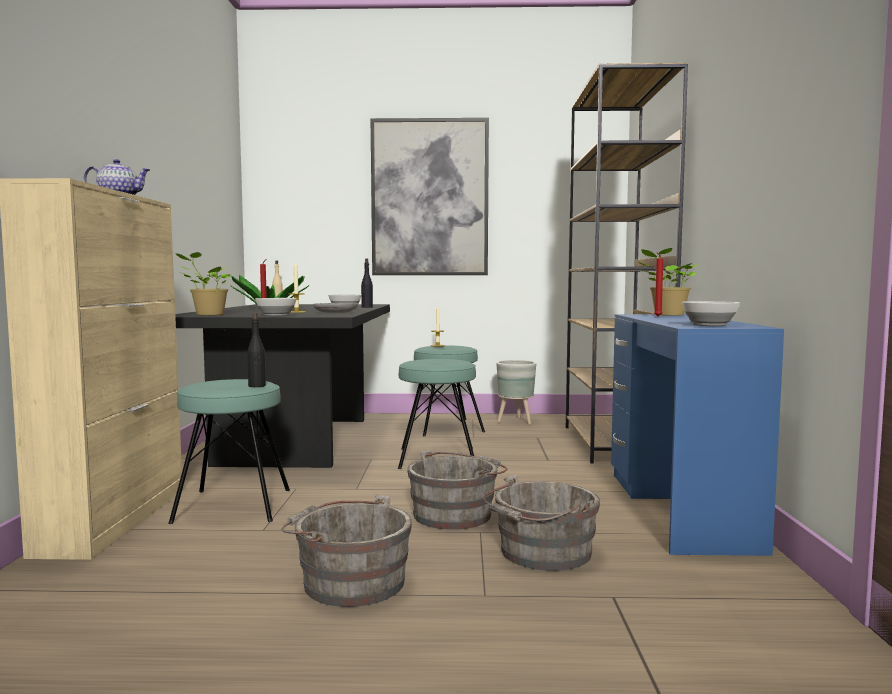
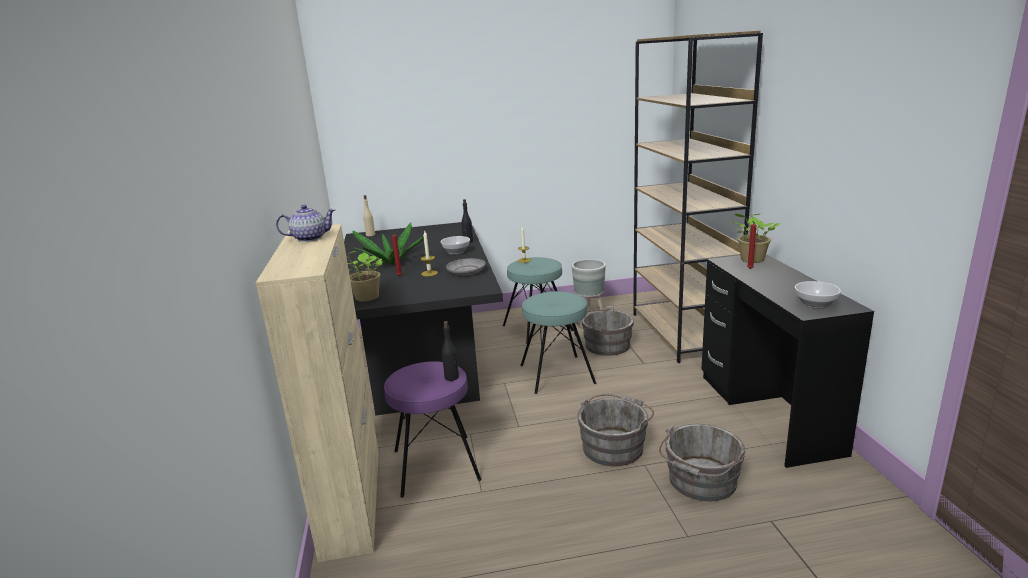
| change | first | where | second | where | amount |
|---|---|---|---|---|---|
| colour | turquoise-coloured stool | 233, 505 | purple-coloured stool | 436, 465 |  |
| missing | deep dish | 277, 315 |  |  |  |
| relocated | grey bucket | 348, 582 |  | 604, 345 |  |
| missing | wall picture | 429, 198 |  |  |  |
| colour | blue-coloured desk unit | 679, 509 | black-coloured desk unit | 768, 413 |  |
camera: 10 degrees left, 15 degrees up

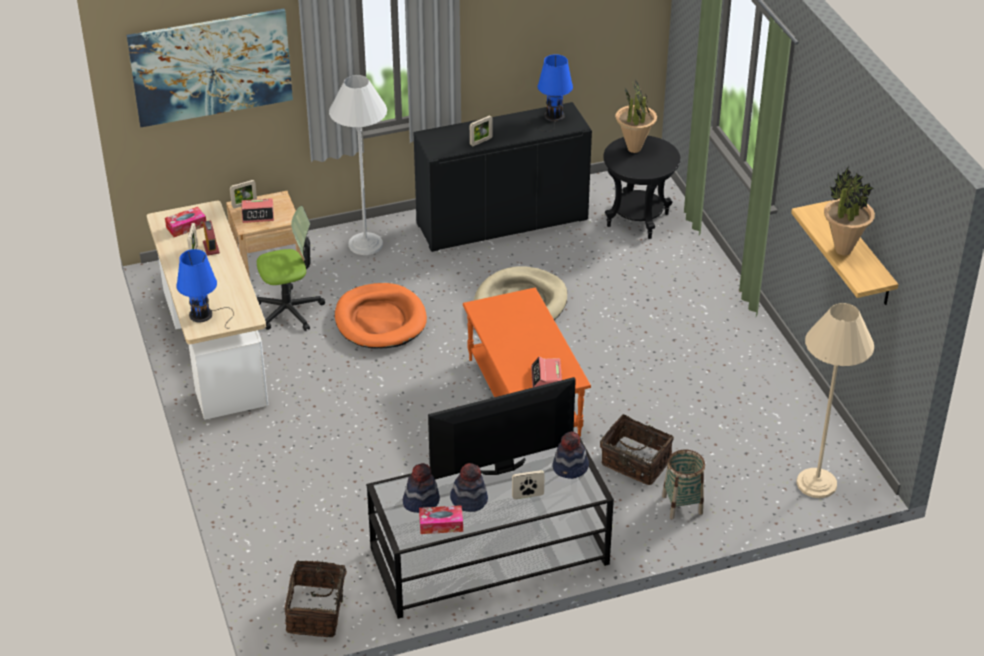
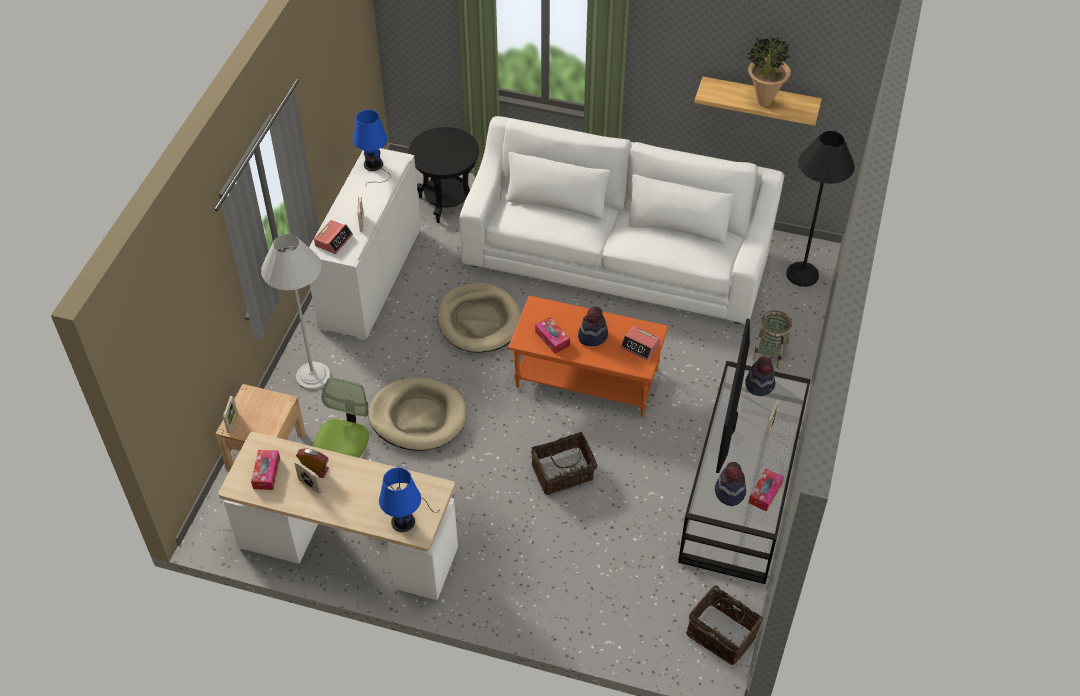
| change | first | where | second | where | amount |
|---|---|---|---|---|---|
| missing | wall picture | 211, 67 |  |  |  |
| relocated | bedside clock | 258, 214 |  | 333, 240 |  |
| colour | orange-coloured dog bed | 380, 320 | sand-coloured dog bed | 418, 417 |  |
| colour | black-coloured cupboard | 502, 222 | white-coloured cupboard | 371, 278 |  |
| relocated | hat | 469, 500 |  | 592, 336 |  |
| relocated | storage basket | 635, 463 |  | 563, 474 |  |
| missing | houseplant | 634, 149 |  |  |  |
| colour | sand-coloured floor lamp | 816, 483 | black-coloured floor lamp | 802, 274 |  |
| appeared |  |  | white-coloured settee | 617, 255 |  |
| appeared |  |  | box of tissues | 552, 339 |  |
camera: 55 degrees left, 10 degrees up

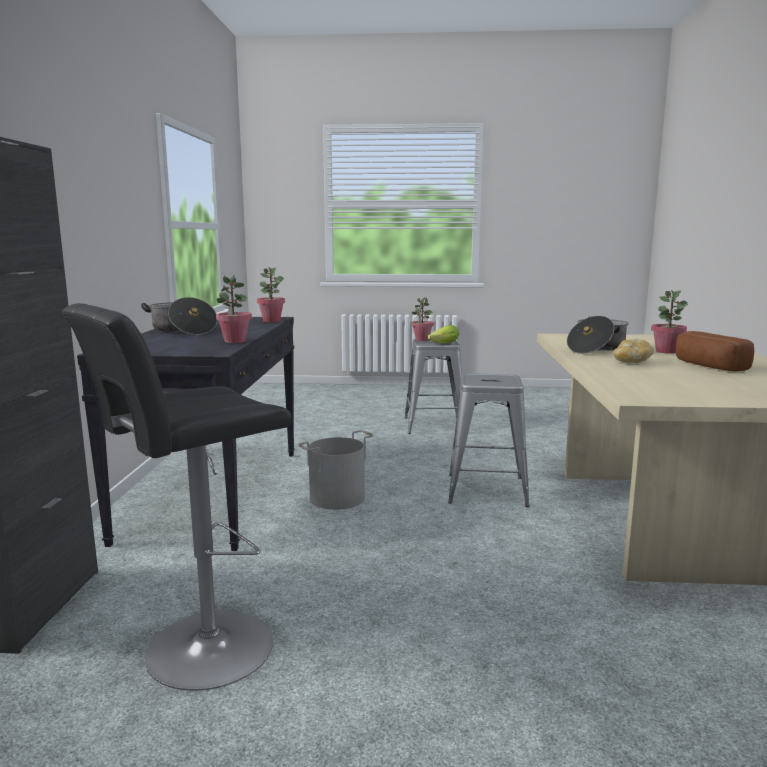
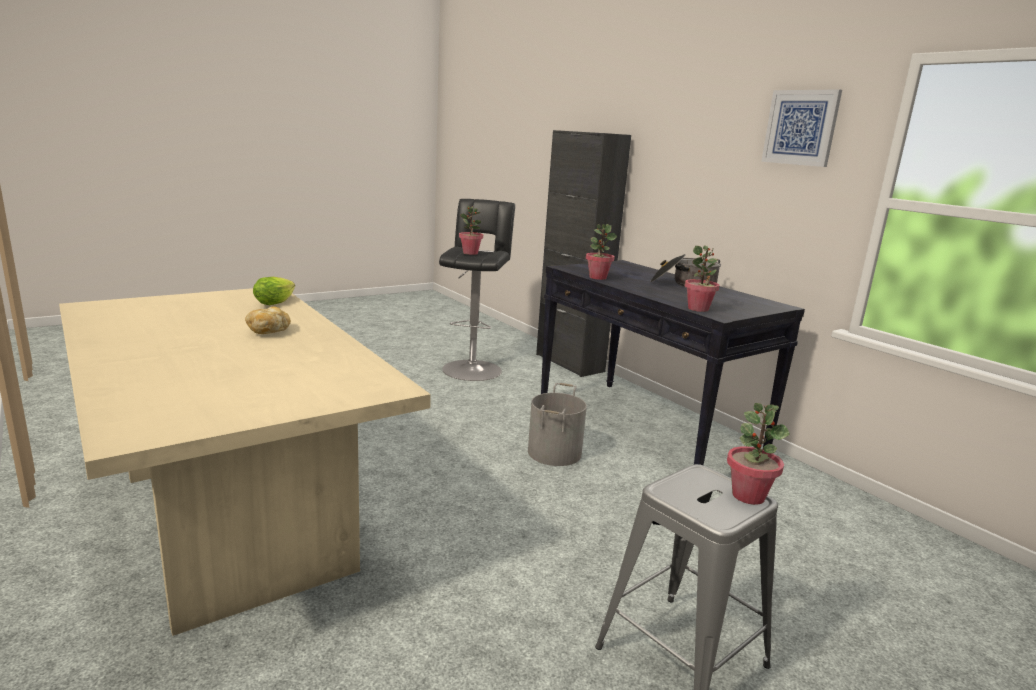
| change | first | where | second | where | amount |
|---|---|---|---|---|---|
| relocated | lettuce head | 442, 344 |  | 277, 301 |  |
| missing | grey stool | 486, 490 |  |  |  |
| missing | cooking pot | 596, 348 |  |  |  |
| relocated | houseplant | 666, 351 |  | 470, 253 |  |
| missing | bakery bread | 706, 366 |  |  |  |
| appeared |  |  | wall picture | 801, 127 |  |
camera: 140 degrees right, 5 degrees up

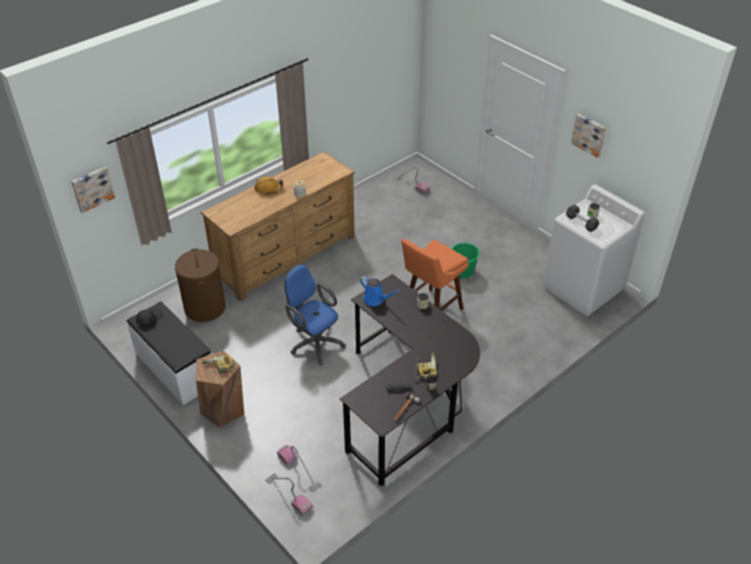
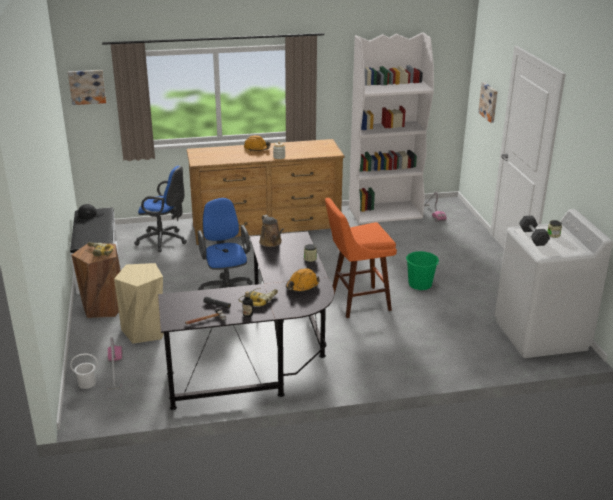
| change | first | where | second | where | amount |
|---|---|---|---|---|---|
| exchanged | brown-coloured hamper | 205, 308 | blue-coloured office chair | 164, 241 |  |
| exchanged | vacuum | 288, 494 | white-coloured bucket | 86, 383 |  |
| colour | blue-coloured watering can | 376, 299 | brown-coloured watering can | 271, 243 |  |
| relocated | wall picture | 589, 134 |  | 489, 102 |  |
| appeared |  |  | sand-coloured stool | 145, 330 |  |
| appeared |  |  | orange-coloured hard hat | 302, 286 |  |
| appeared |  |  | white-coloured bookcase | 385, 212 |  |
camera: 30 degrees right, 15 degrees down

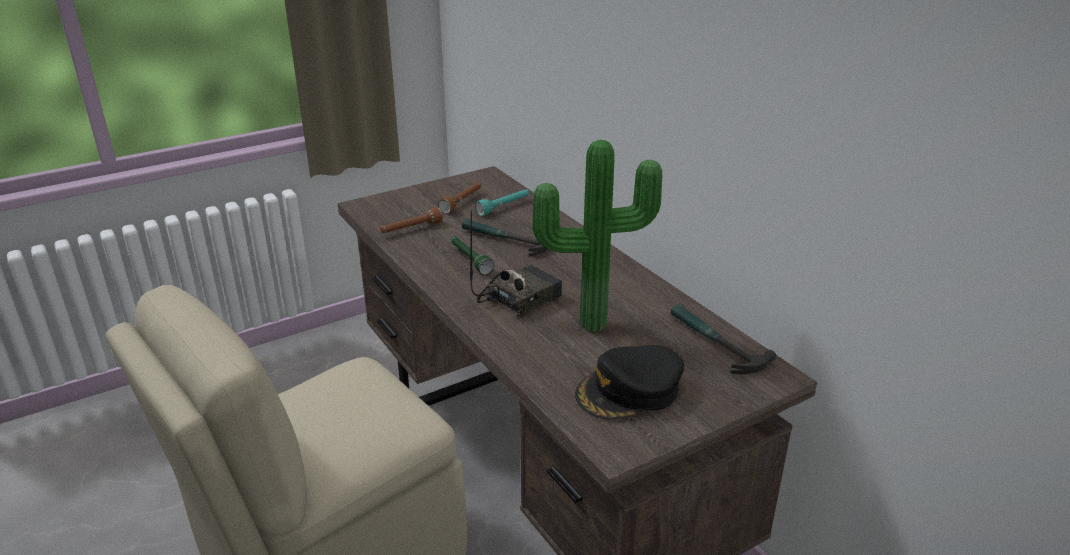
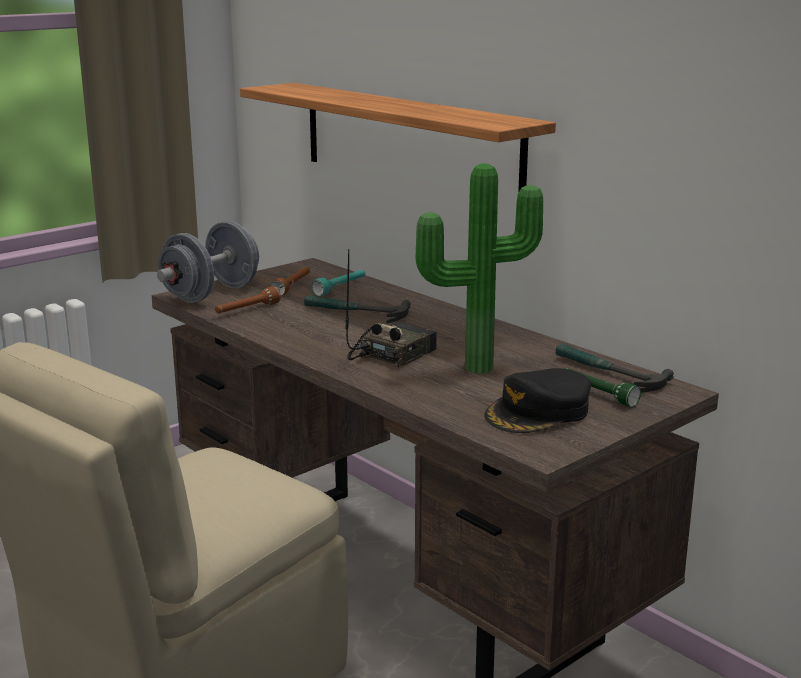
| change | first | where | second | where | amount |
|---|---|---|---|---|---|
| relocated | green hand torch | 469, 260 |  | 597, 394 |  |
| appeared |  |  | grey hand weight | 211, 293 |  |
| appeared |  |  | shelf | 408, 141 |  |
camera: 10 degrees left, 10 degrees down

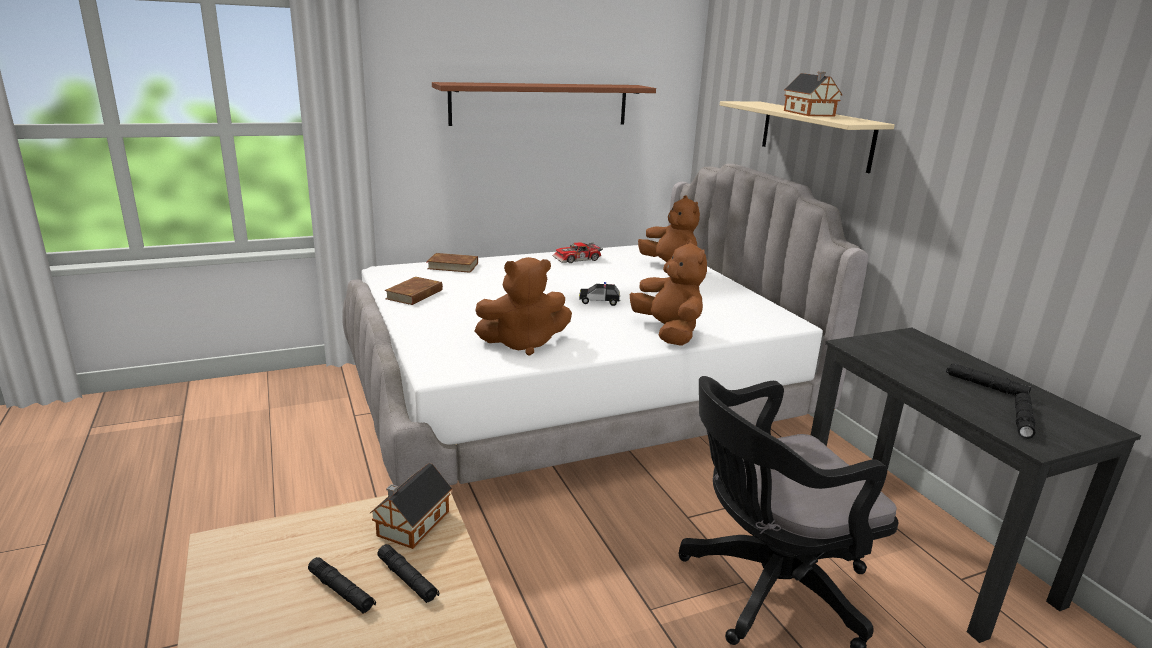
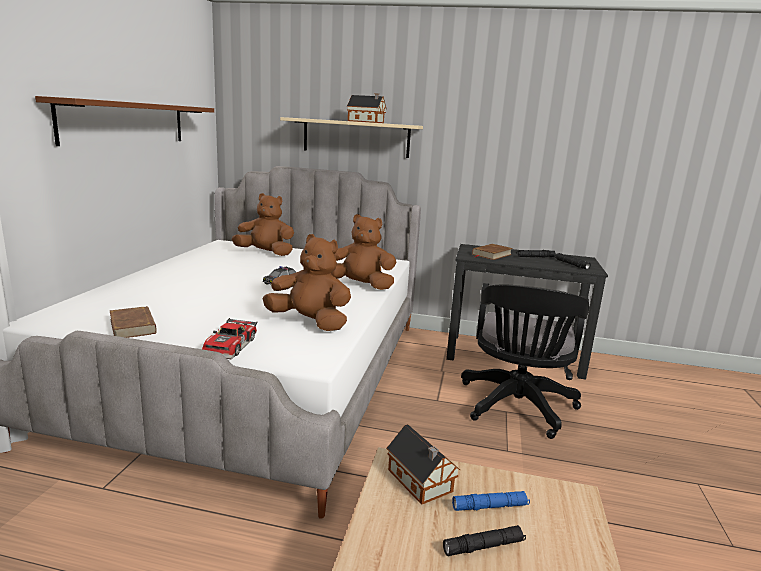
| change | first | where | second | where | amount |
|---|---|---|---|---|---|
| colour | black-coloured hand torch | 407, 579 | blue-coloured hand torch | 490, 506 |  |
| relocated | brown-coloured bound book | 452, 266 |  | 491, 254 |  |
| spun | brown-coloured plush toy | 523, 343 |  | 310, 322 | 90 degrees counterclockwise |
| relocated | miniature car | 578, 259 |  | 232, 346 |  |
camera: 55 degrees left, 5 degrees down

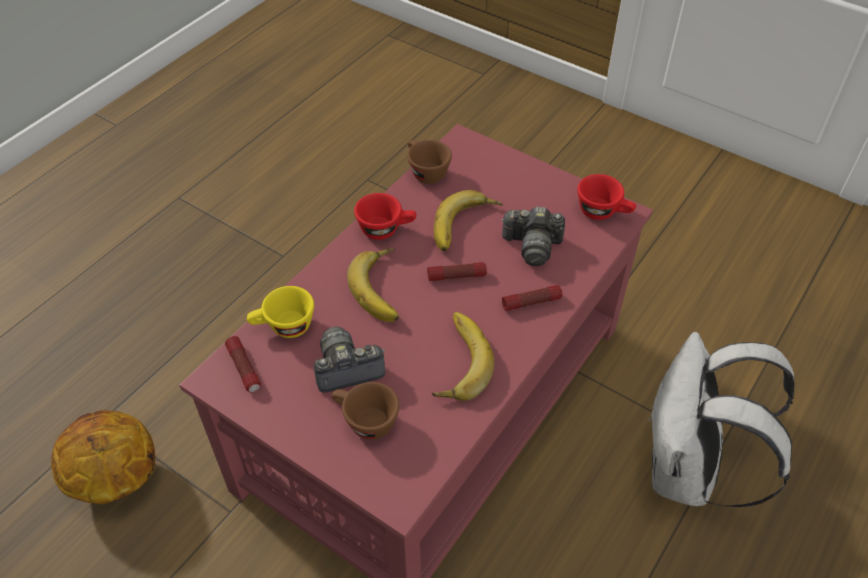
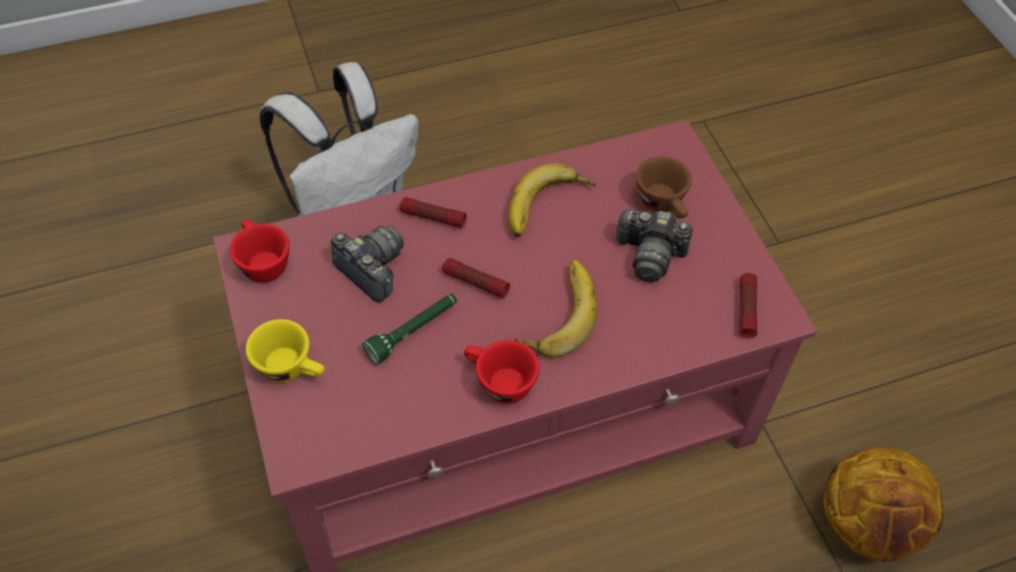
| change | first | where | second | where | amount |
|---|---|---|---|---|---|
| relocated | yellowish small cup | 284, 327 |  | 292, 368 |  |
| missing | brown-coloured small cup | 425, 171 |  |  |  |
| exchanged | banana | 465, 227 | green hand torch | 413, 332 |  |
camera: 145 degrees left, 5 degrees up

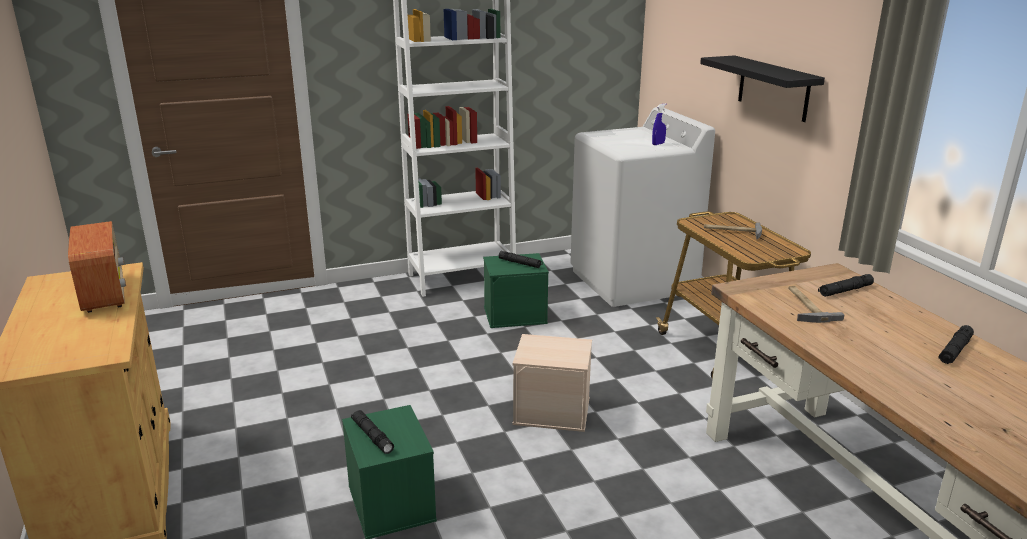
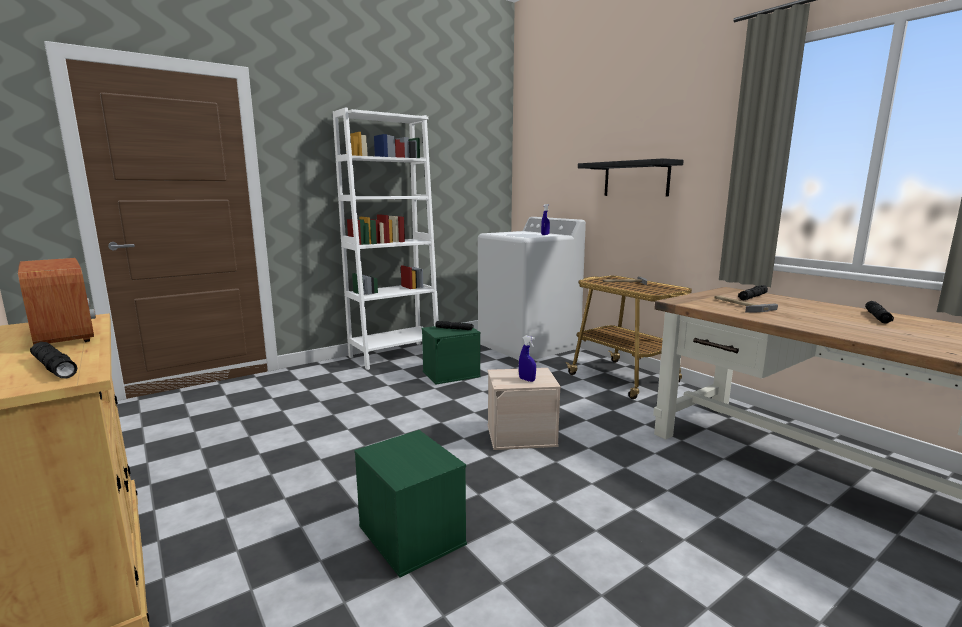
| change | first | where | second | where | amount |
|---|---|---|---|---|---|
| relocated | black-coloured hand torch | 372, 436 |  | 54, 367 |  |
| appeared |  |  | blue-coloured hand sprayer | 527, 380 |  |
camera: 15 degrees left, 10 degrees down

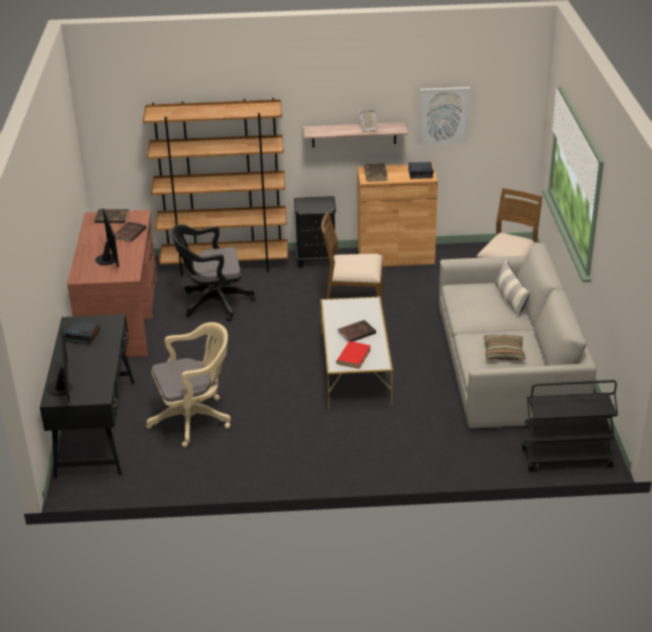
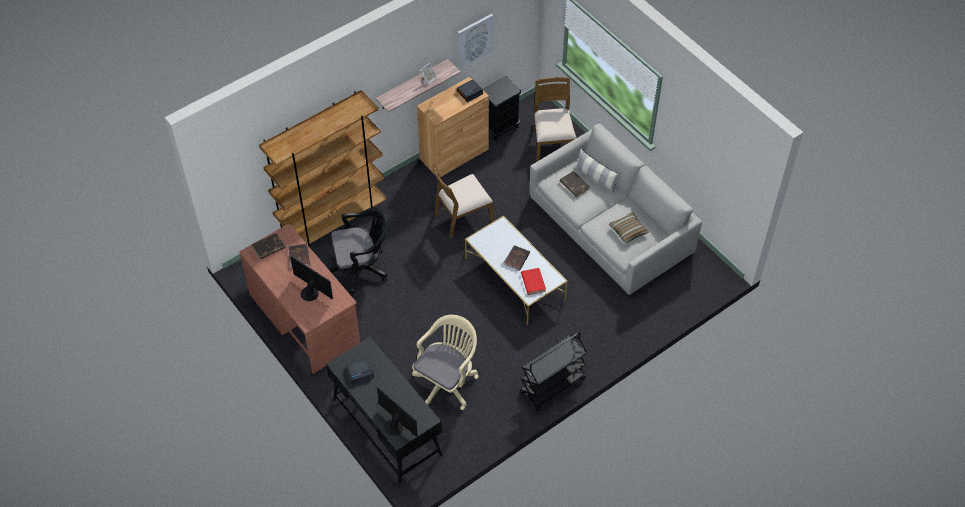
| change | first | where | second | where | amount |
|---|---|---|---|---|---|
| spun | black-coloured office chair | 213, 303 |  | 361, 269 | 150 degrees counterclockwise |
| relocated | black-coloured bedside table | 316, 259 |  | 500, 127 |  |
| relocated | brown-coloured bound book | 375, 174 |  | 574, 185 |  |
| relocated | black-coloured trolley | 565, 459 |  | 552, 386 |  |
camera: 35 degrees left, 20 degrees up

